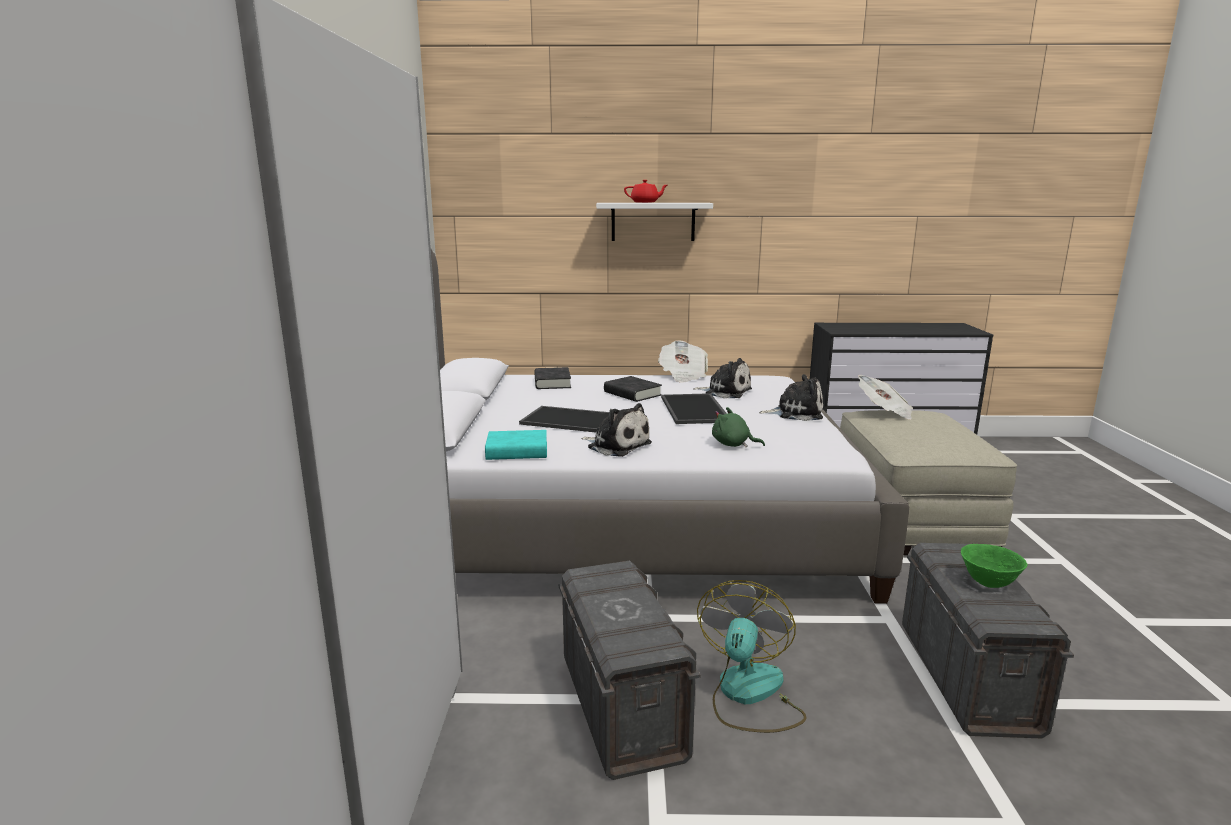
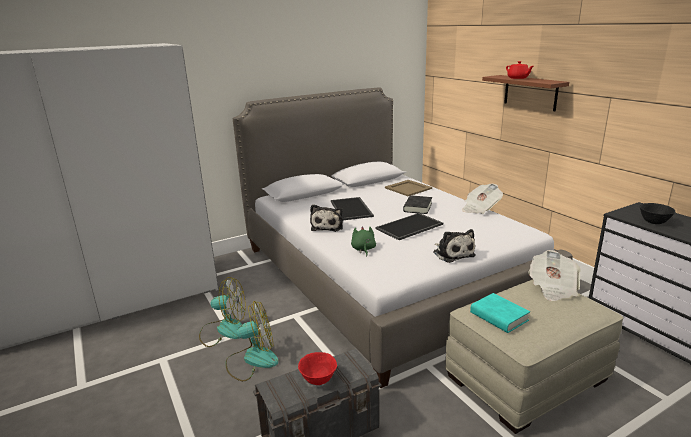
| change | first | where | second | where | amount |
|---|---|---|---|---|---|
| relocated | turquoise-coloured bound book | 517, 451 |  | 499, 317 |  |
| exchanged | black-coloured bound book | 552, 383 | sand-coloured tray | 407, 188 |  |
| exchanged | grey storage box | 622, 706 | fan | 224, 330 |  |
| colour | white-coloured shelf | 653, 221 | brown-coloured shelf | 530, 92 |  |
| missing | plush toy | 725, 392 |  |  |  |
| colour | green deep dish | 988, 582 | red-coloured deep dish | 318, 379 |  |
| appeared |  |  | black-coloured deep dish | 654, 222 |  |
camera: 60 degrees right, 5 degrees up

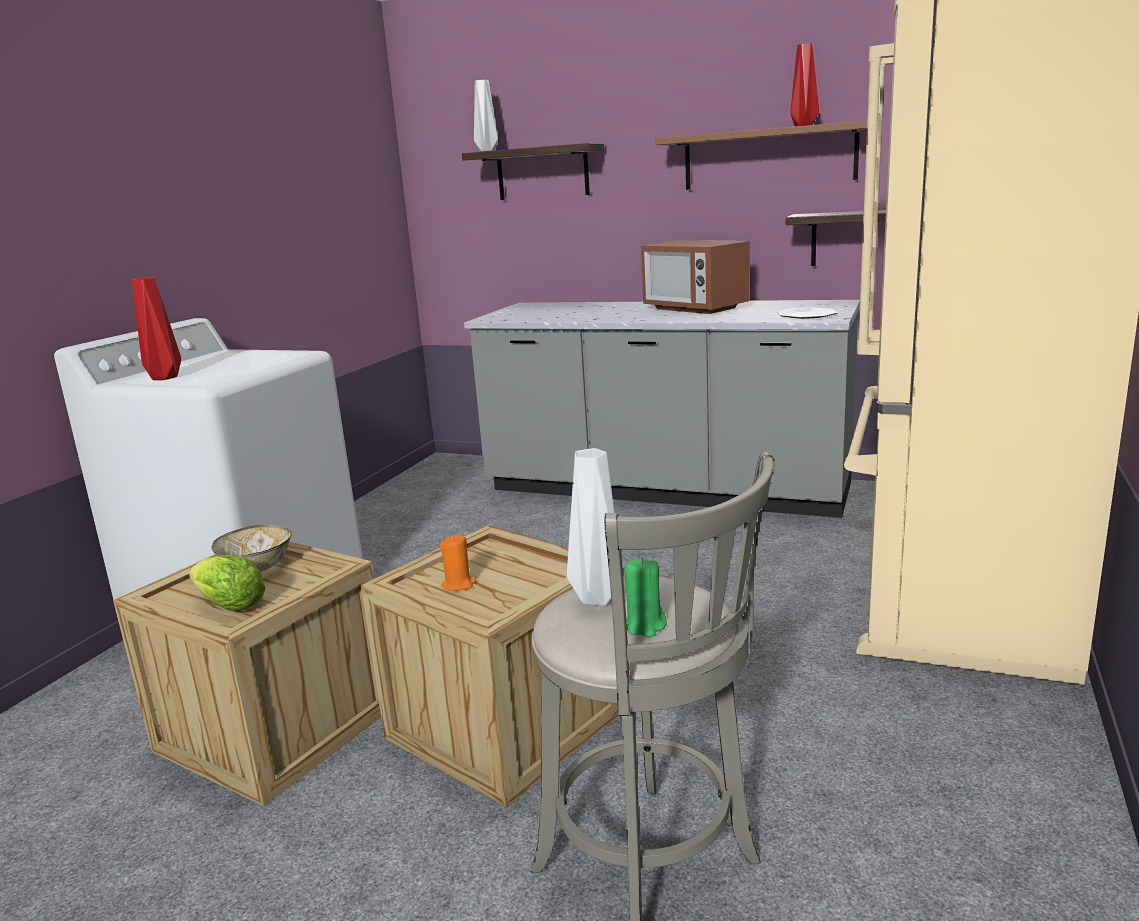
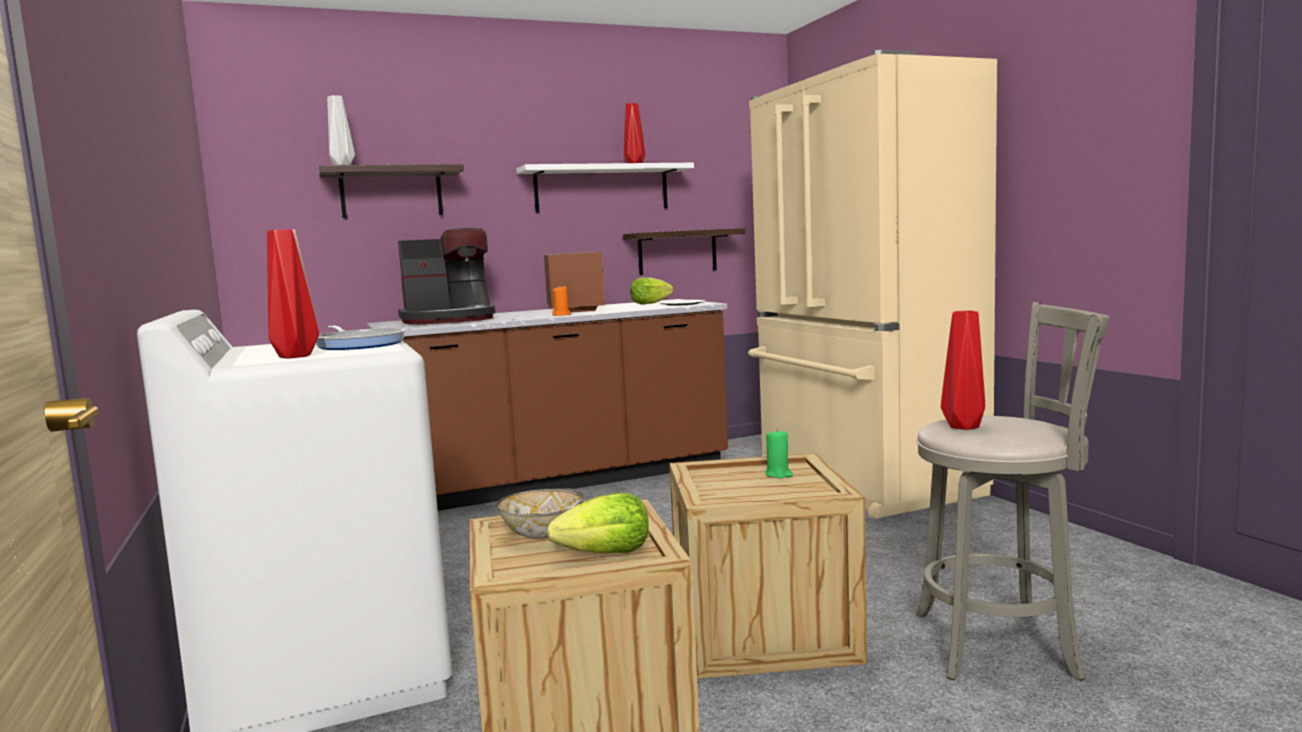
| change | first | where | second | where | amount |
|---|---|---|---|---|---|
| relocated | orange-coloured wax light | 459, 584 |  | 562, 315 |  |
| colour | grey kitchen base unit | 665, 490 | brown-coloured kitchen base unit | 560, 481 |  |
| colour | white-coloured decorative vase | 595, 598 | red-coloured decorative vase | 963, 427 |  |
| relocated | green wax light | 645, 626 |  | 778, 474 |  |
| spun | kitchen microwave | 695, 308 |  | 575, 310 | 105 degrees counterclockwise |
| colour | brown-coloured shelf | 769, 157 | white-coloured shelf | 602, 188 |  |
| appeared |  |  | skillet | 359, 344 |  |
| appeared |  |  | coffee maker | 449, 320 |  |
| appeared |  |  | lettuce head | 649, 304 |  |
camera: 45 degrees left, 10 degrees down

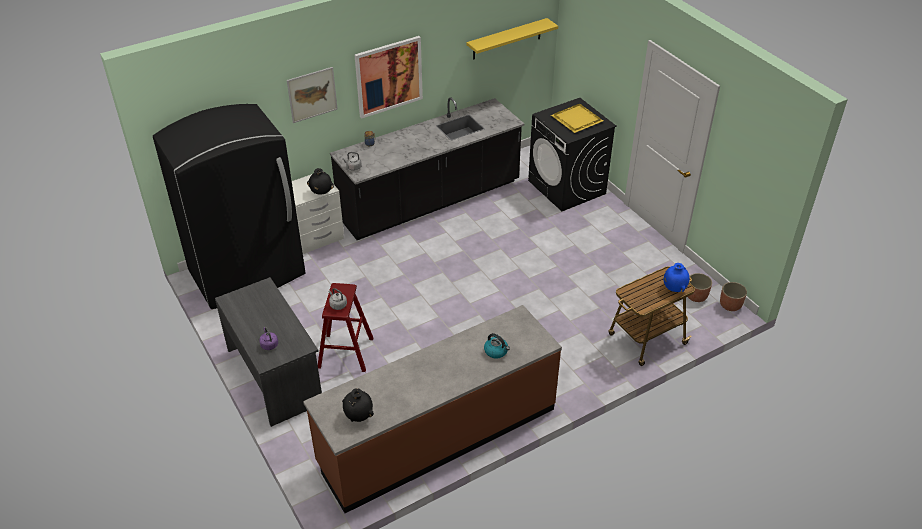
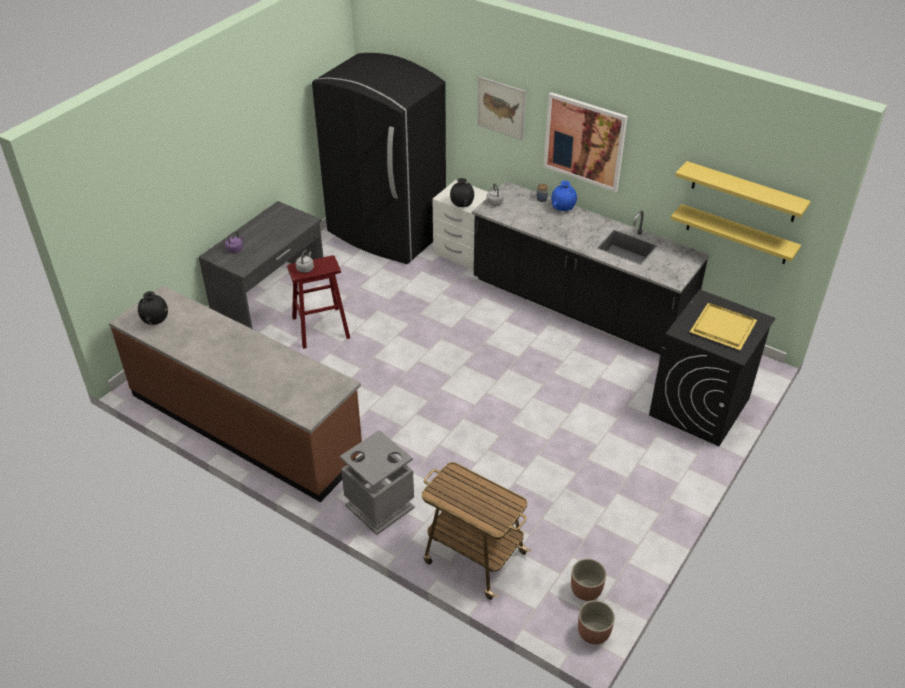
| change | first | where | second | where | amount |
|---|---|---|---|---|---|
| missing | water kettle | 496, 351 |  |  |  |
| relocated | blue-coloured decorative vase | 674, 288 |  | 563, 209 |  |
| appeared |  |  | grey waste bin | 379, 506 |  |
| appeared |  |  | yellowish shelf | 737, 234 |  |
camera: 65 degrees right, 0 degrees up

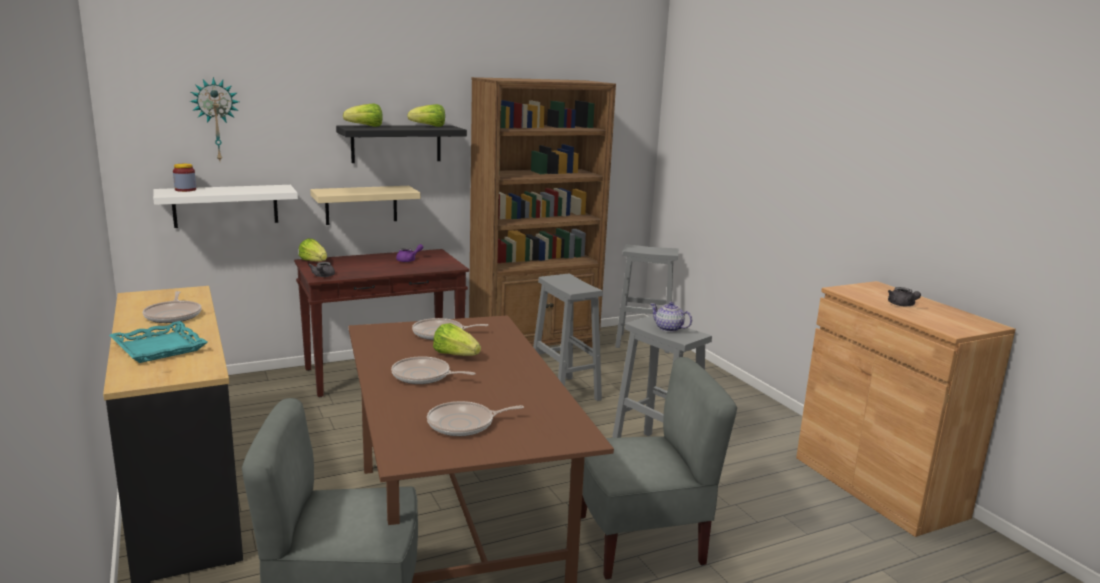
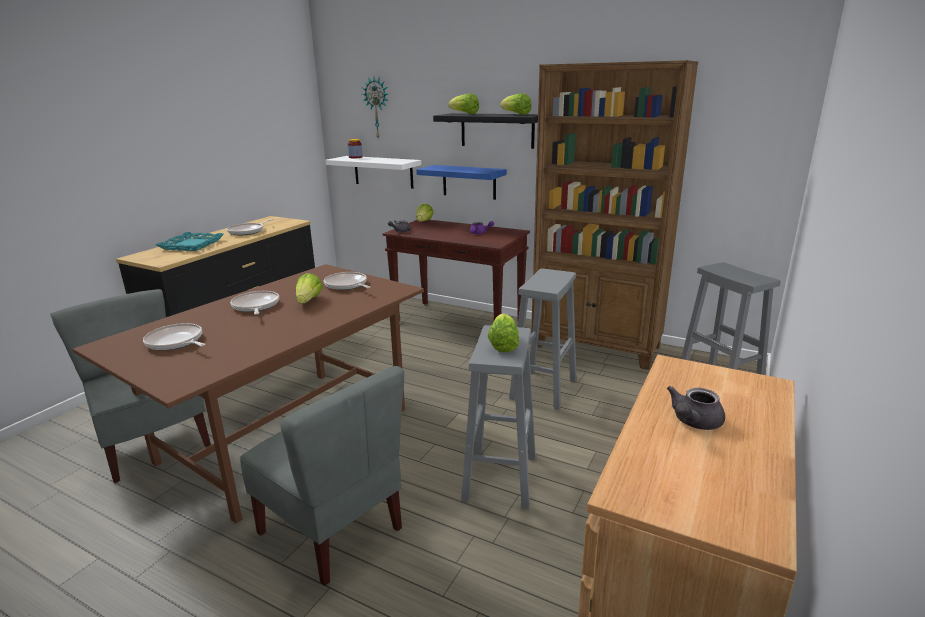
| change | first | where | second | where | amount |
|---|---|---|---|---|---|
| colour | sand-coloured shelf | 361, 205 | blue-coloured shelf | 469, 182 |  |
| exchanged | tea pot | 669, 329 | lettuce head | 503, 344 |  |
camera: 55 degrees right, 5 degrees up

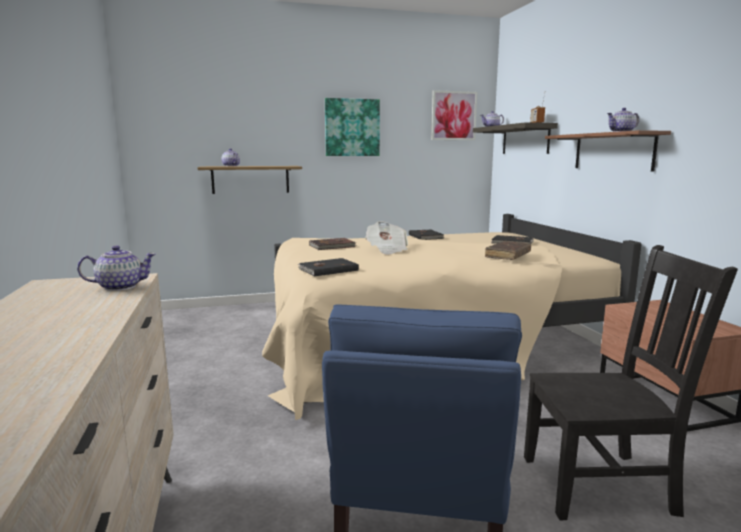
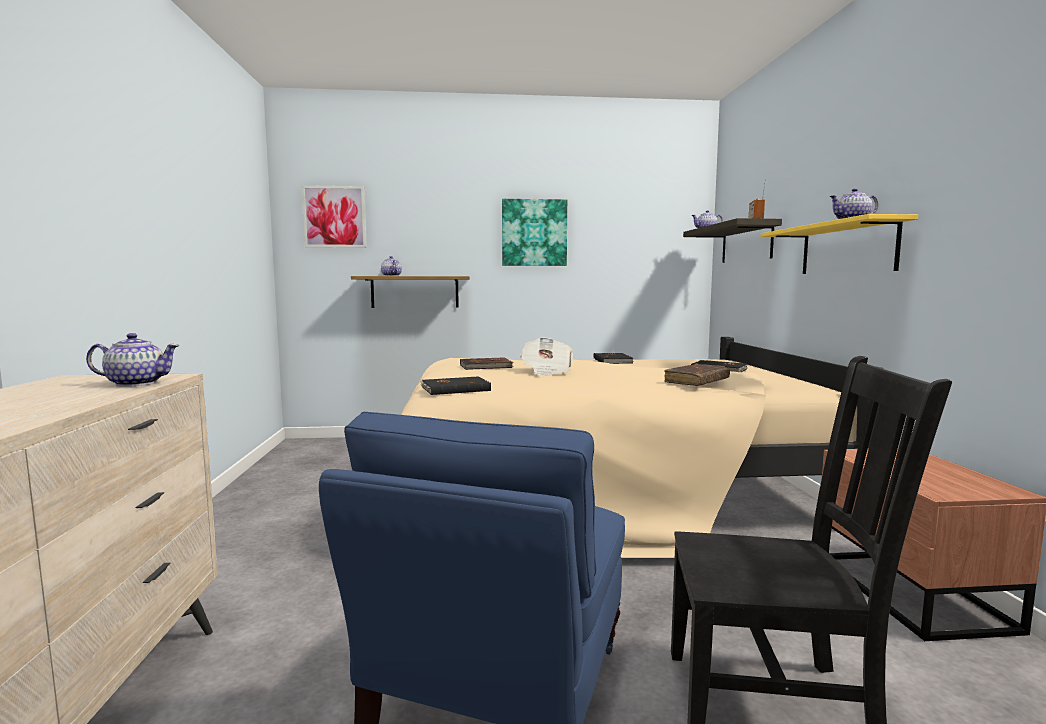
| change | first | where | second | where | amount |
|---|---|---|---|---|---|
| relocated | wall picture | 453, 116 |  | 334, 217 |  |
| colour | brown-coloured shelf | 613, 151 | yellowish shelf | 847, 249 |  |
camera: 10 degrees right, 5 degrees down

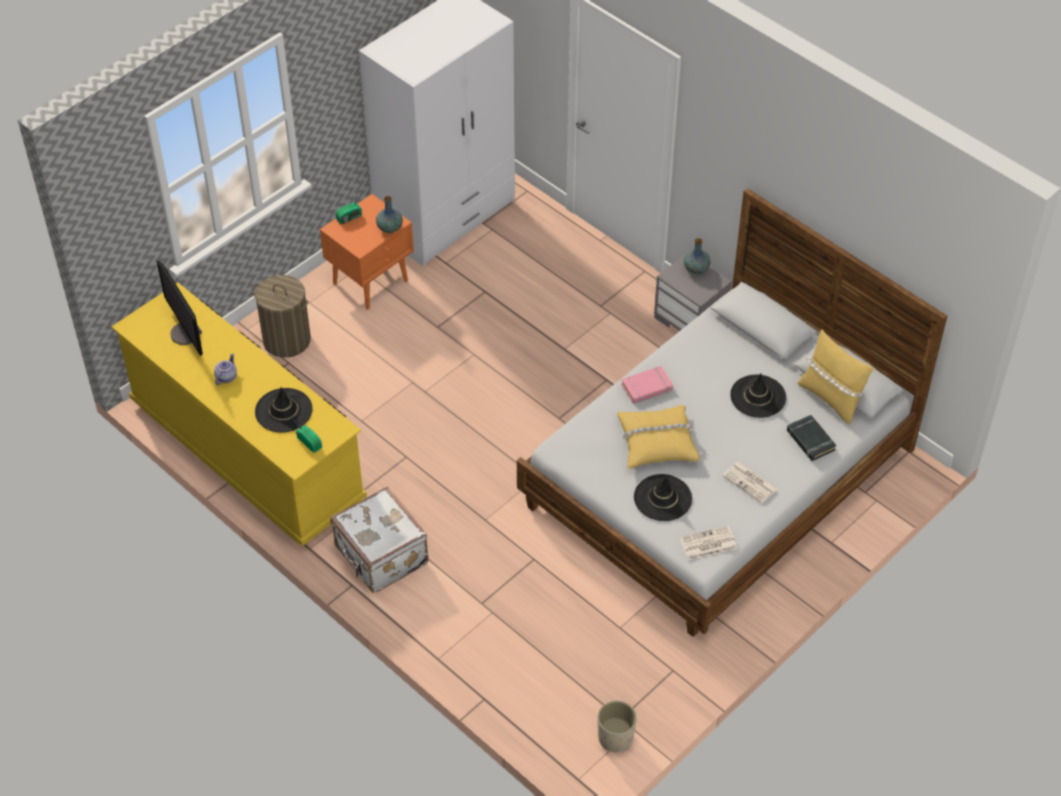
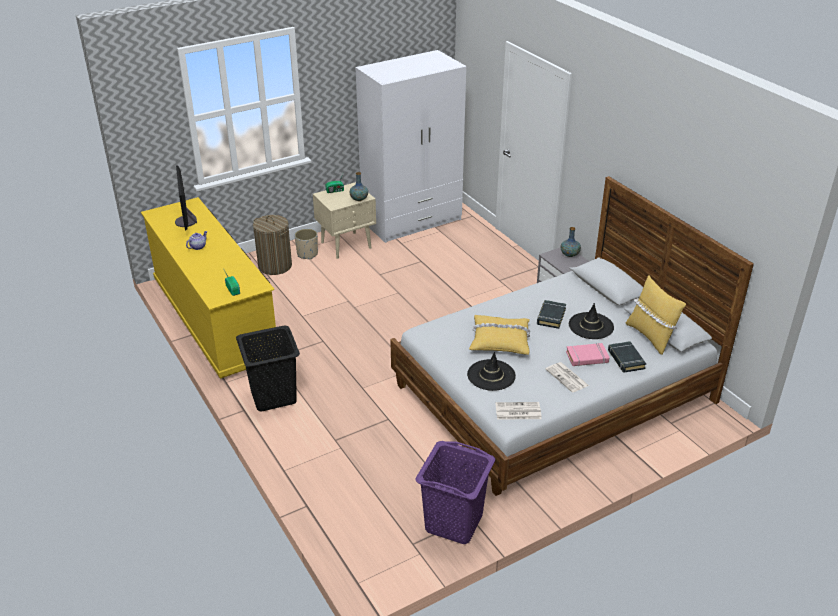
| change | first | where | second | where | amount |
|---|---|---|---|---|---|
| missing | black-coloured hat | 283, 411 |  |  |  |
| colour | orange-coloured bedside table | 371, 281 | sand-coloured bedside table | 347, 245 |  |
| exchanged | white-coloured travel case | 380, 556 | black-coloured hamper | 274, 396 |  |
| relocated | sand-coloured plant pot | 616, 737 |  | 307, 254 |  |
| relocated | pinkish bound book | 647, 387 |  | 587, 357 |  |
| appeared |  |  | purple-coloured hamper | 453, 523 |  |
| appeared |  |  | black-coloured bound book | 551, 316 |  |
camera: 15 degrees right, 15 degrees down

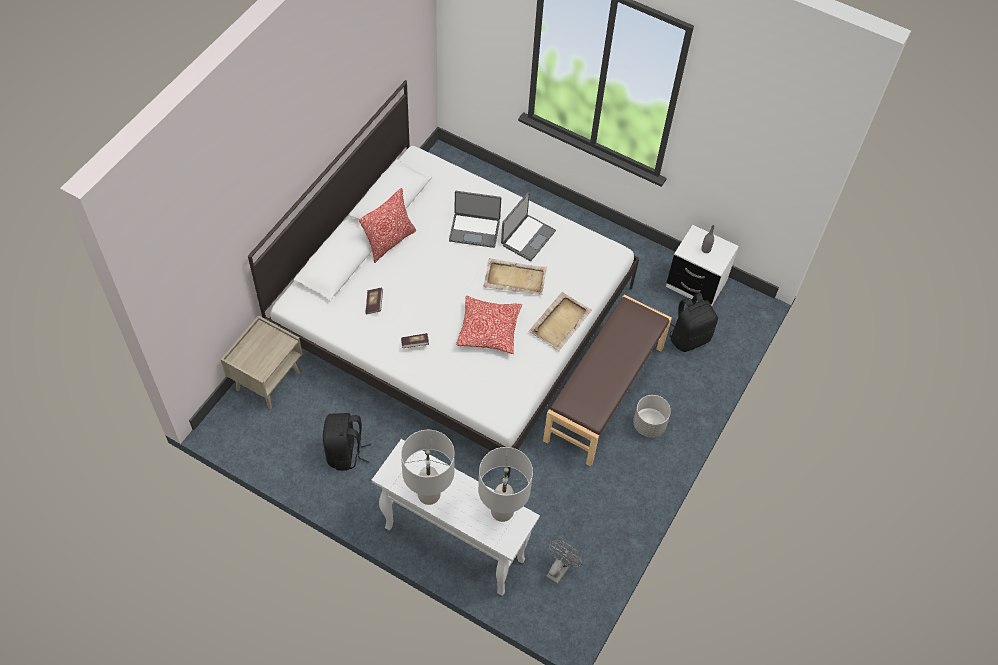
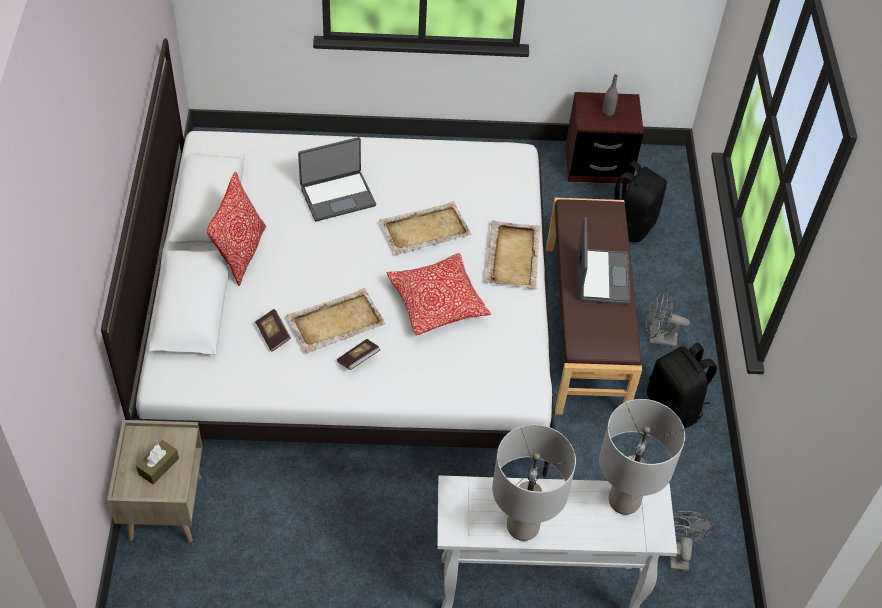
| change | first | where | second | where | amount |
|---|---|---|---|---|---|
| relocated | black-coloured knapsack | 345, 453 |  | 675, 406 |  |
| relocated | notebook computer | 527, 237 |  | 601, 277 |  |
| exchanged | grey plant pot | 649, 425 | grey fan | 657, 339 |  |
| colour | white-coloured bedside table | 696, 284 | brown-coloured bedside table | 597, 165 |  |
| appeared |  |  | brown-coloured box of tissues | 158, 466 |  |
| appeared |  |  | sand-coloured tray | 335, 322 |  |
camera: 30 degrees left, 5 degrees down

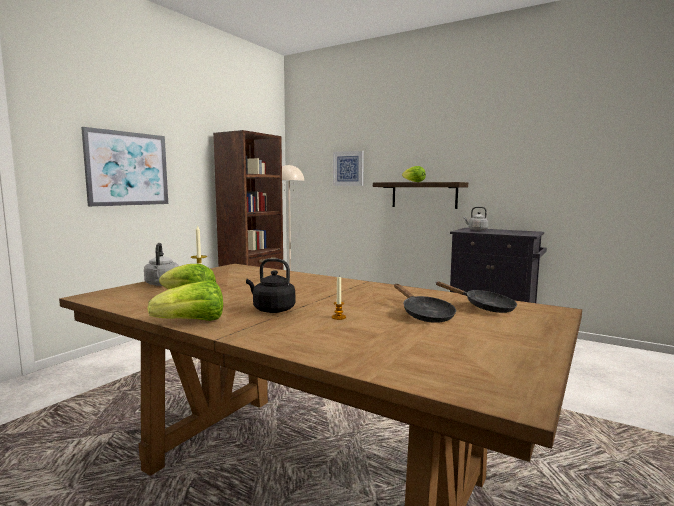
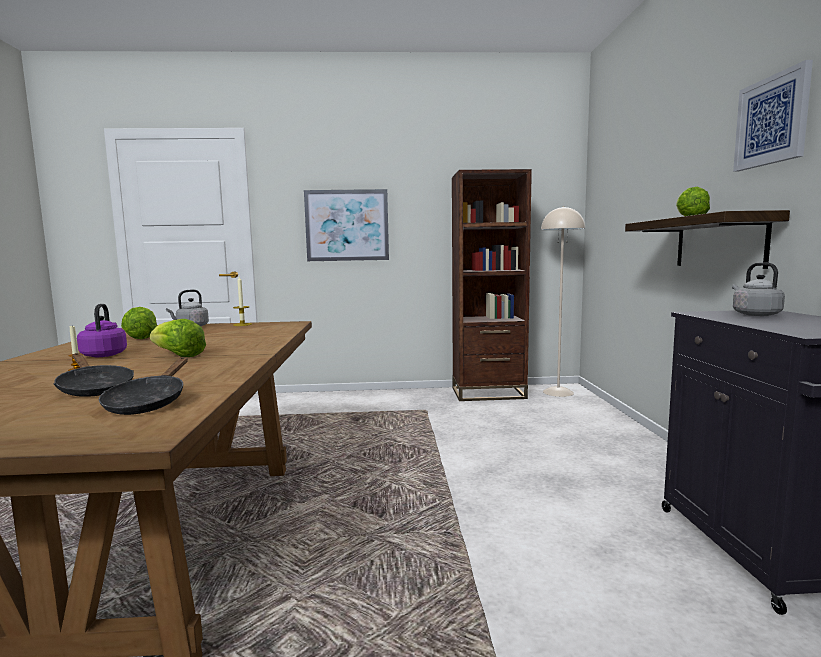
| change | first | where | second | where | amount |
|---|---|---|---|---|---|
| relocated | lettuce head | 192, 322 |  | 178, 356 |  |
| colour | black-coloured water kettle | 272, 310 | purple-coloured water kettle | 105, 354 |  |
| relocated | wall picture | 348, 168 |  | 772, 121 |  |
| spun | black-coloured skillet | 424, 315 |  | 94, 388 | 75 degrees counterclockwise |
camera: 55 degrees right, 0 degrees up

